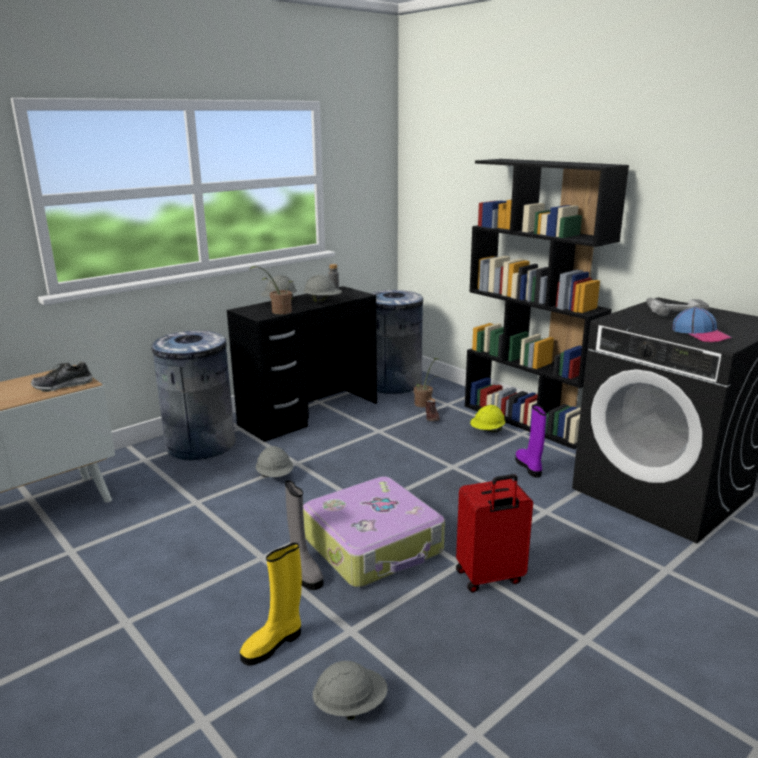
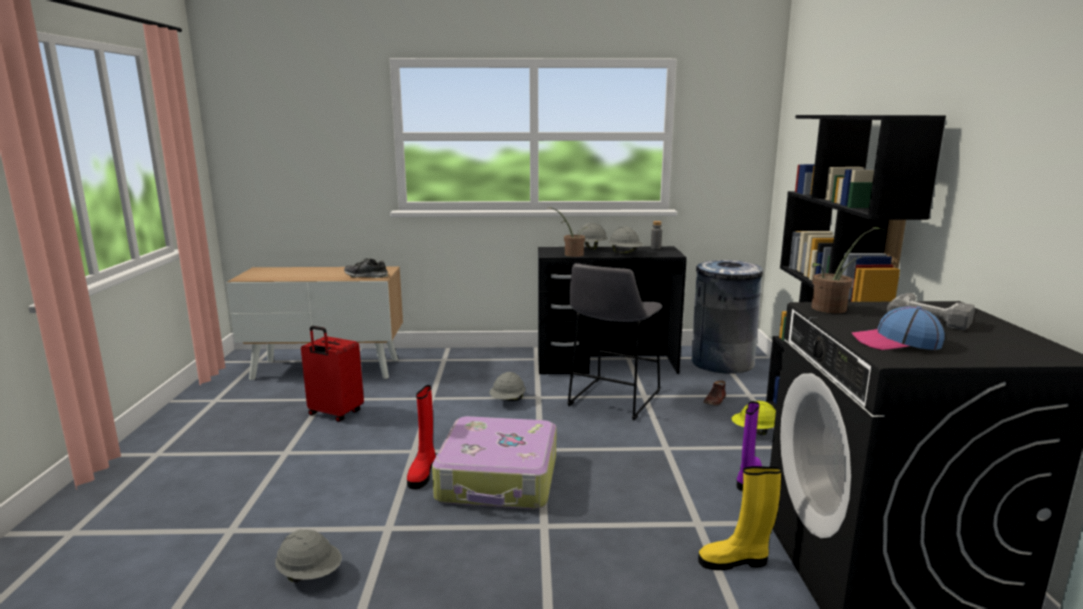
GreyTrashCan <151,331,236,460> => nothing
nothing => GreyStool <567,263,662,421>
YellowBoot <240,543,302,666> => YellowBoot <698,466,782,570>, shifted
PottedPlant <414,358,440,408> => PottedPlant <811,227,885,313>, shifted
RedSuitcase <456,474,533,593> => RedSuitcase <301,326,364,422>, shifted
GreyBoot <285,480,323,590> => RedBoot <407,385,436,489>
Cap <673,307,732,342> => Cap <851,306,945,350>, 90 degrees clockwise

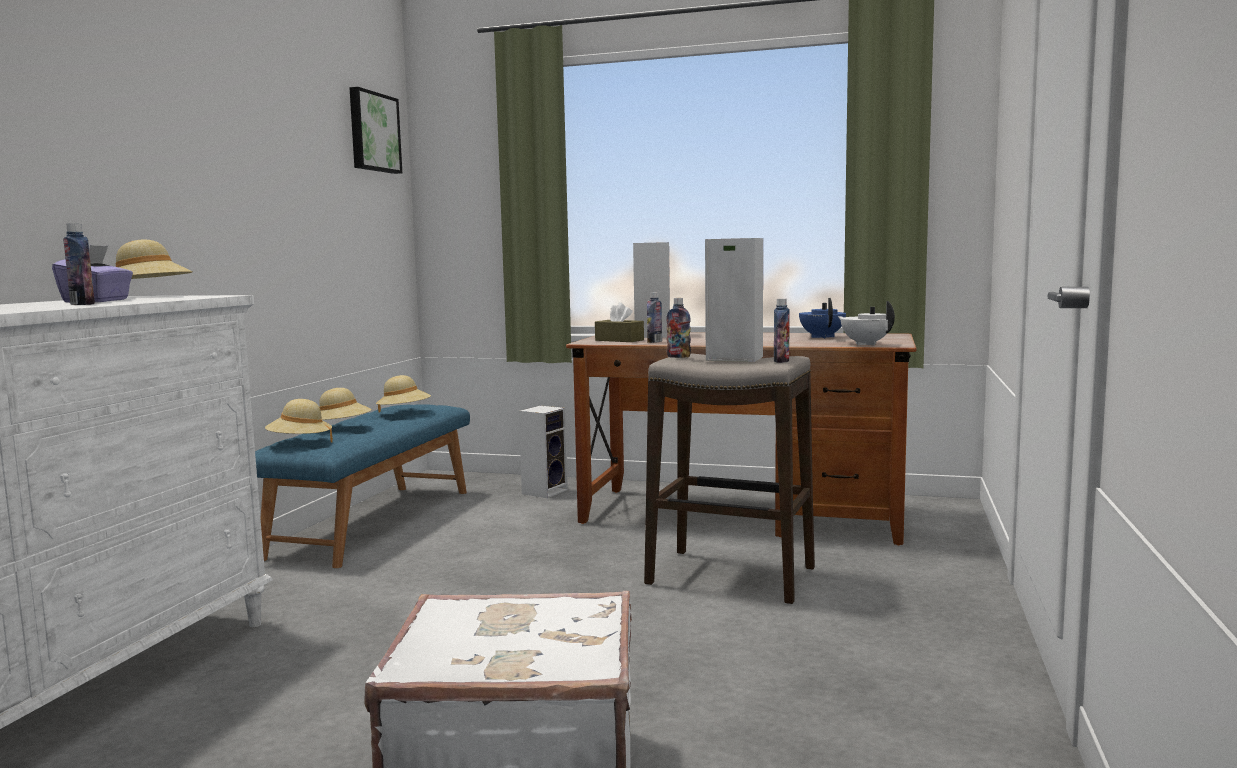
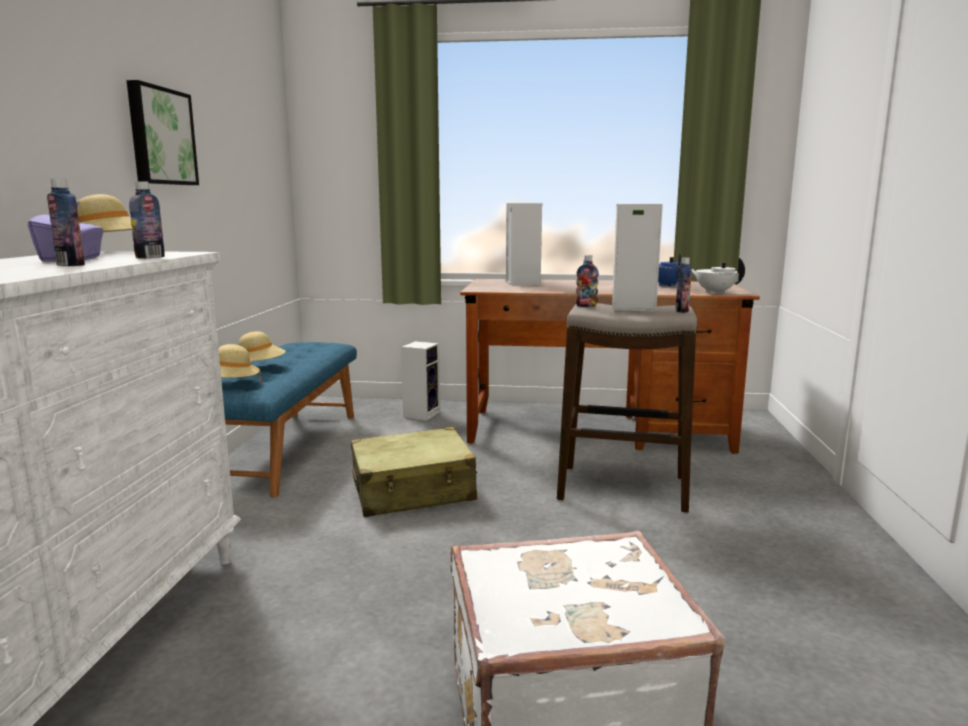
BeigeHat <376,375,431,413> => nothing
BrownTissueBox <595,302,644,342> => nothing
nothing => BeigeSuitcase <351,427,477,517>
Picture <349,87,402,174> => Picture <127,80,199,185>, shifted
Bottle <647,292,662,343> => Bottle <129,181,165,259>, shifted

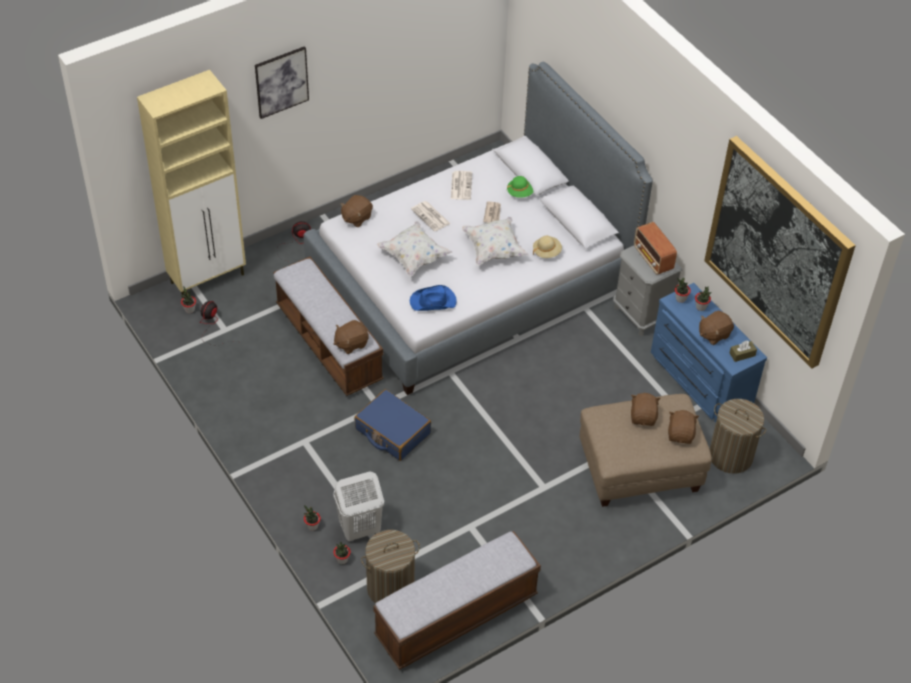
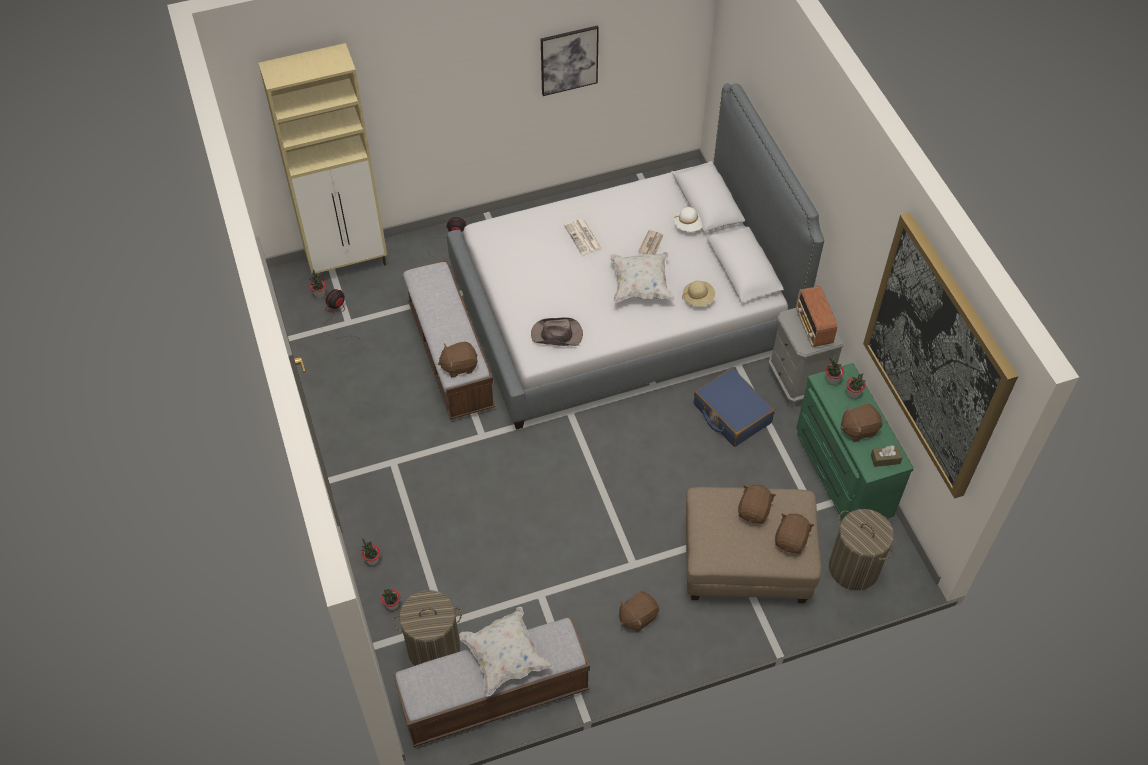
WhiteLaundryBasket <333,471,384,541> => nothing
Newspaper <451,171,472,200> => nothing
Picture <255,46,309,119> => Picture <541,25,599,96>, shifted
BrownPlushToy <340,195,373,227> => BrownPlushToy <619,591,659,633>, shifted
BlueSuitcase <354,389,431,461> => BlueSuitcase <694,368,775,447>, shifted
WhitePillow <377,221,452,277> => WhitePillow <459,607,553,696>, shifted
BlueHat <410,285,457,311> => BrownHat <531,317,583,346>
GreenHat <507,176,534,198> => WhiteHat <674,207,702,232>
BlueDresser <651,283,767,422> => GreenDresser <796,363,914,520>

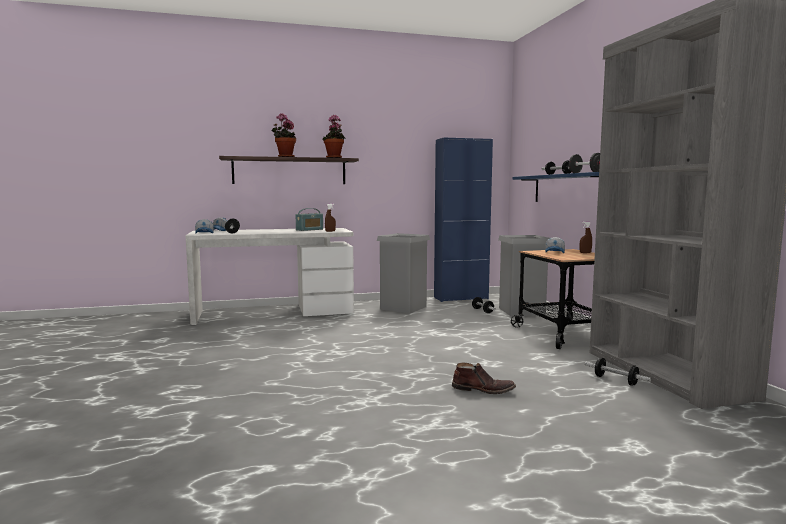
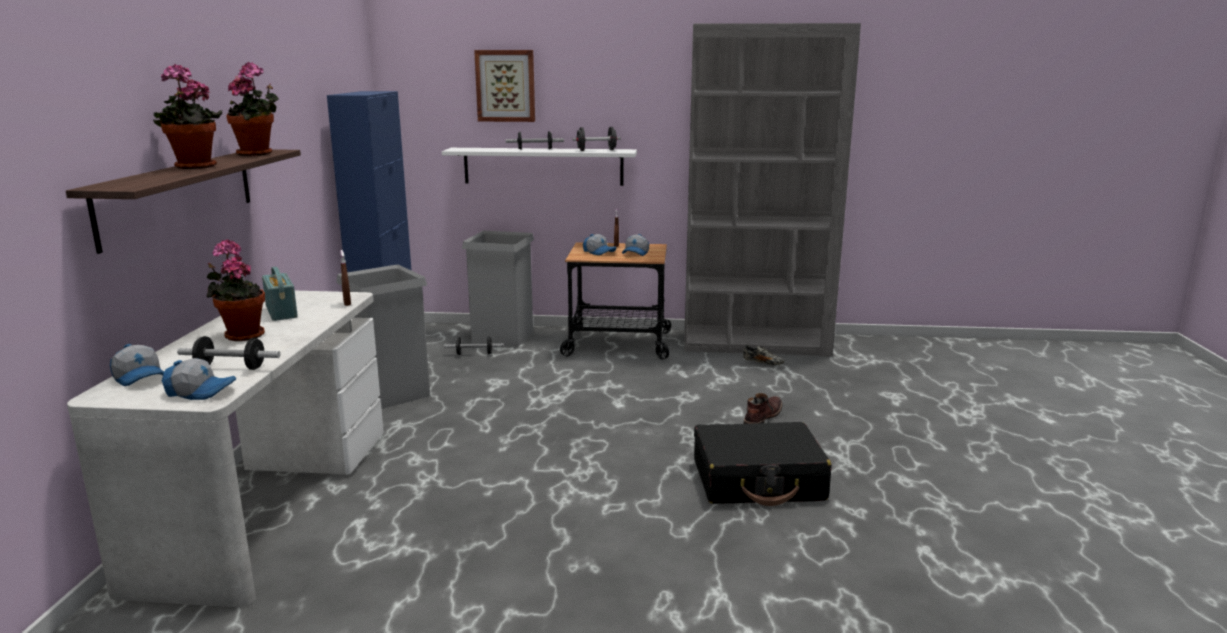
nothing => PottedPlant <207,239,265,341>
nothing => Picture <474,50,535,122>
nothing => Cap <622,234,649,256>
nothing => BlackSuitcase <694,422,832,506>
Dumbbell <585,358,651,386> => Shoe <743,345,784,365>
BlueShelf <512,172,599,202> => WhiteShelf <442,148,637,186>

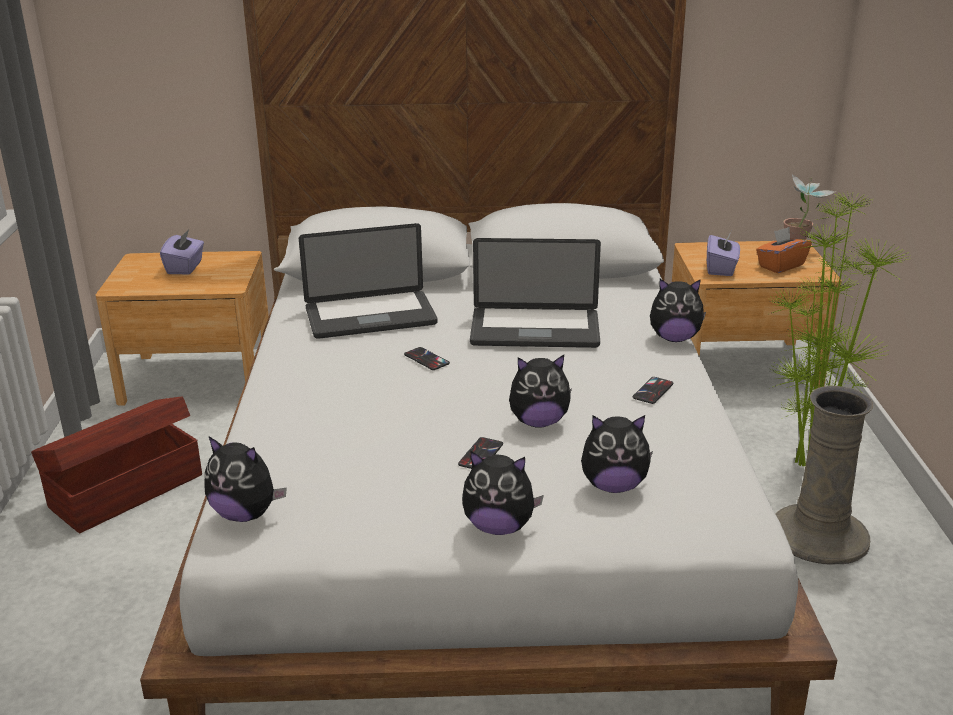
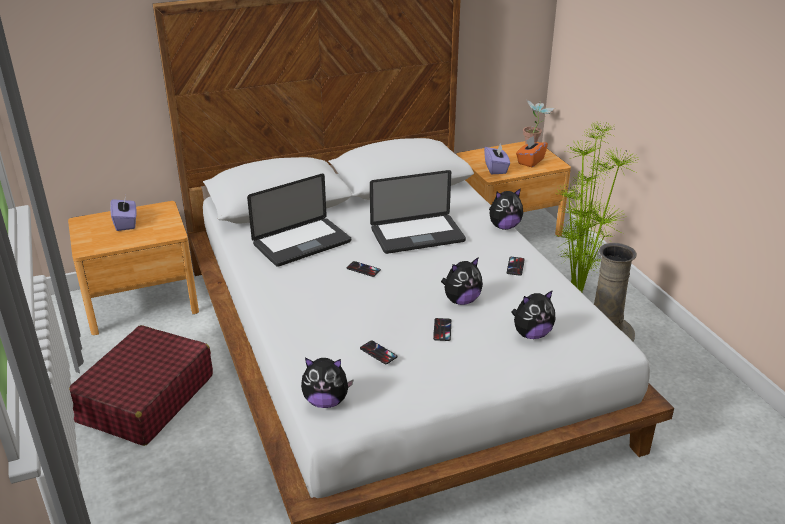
PlushToy <462,451,544,535> => nothing
nothing => Phone <360,340,398,364>
BrownStorageBox <31,396,202,533> => RedSuitcase <69,325,213,446>

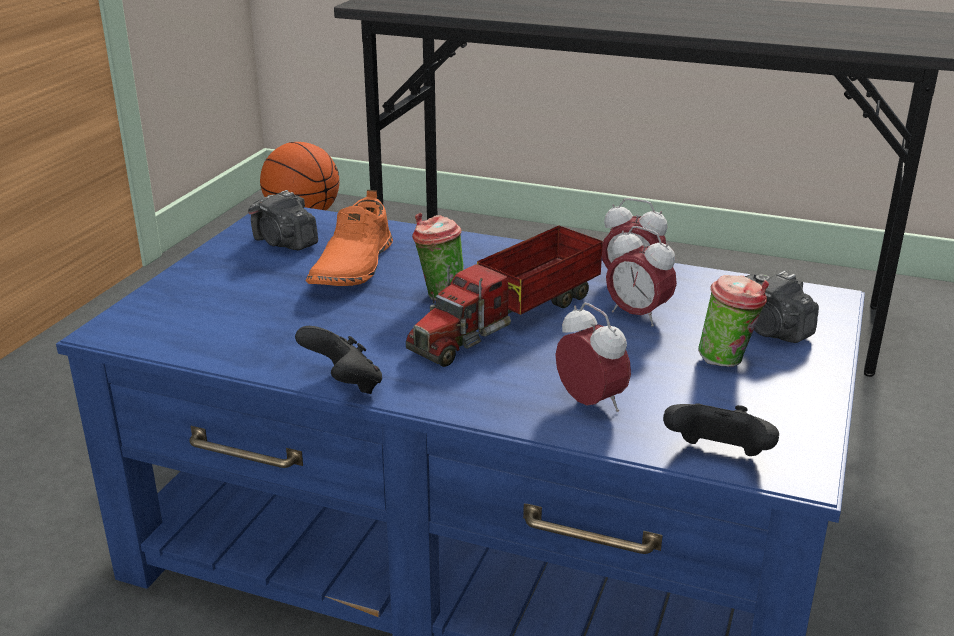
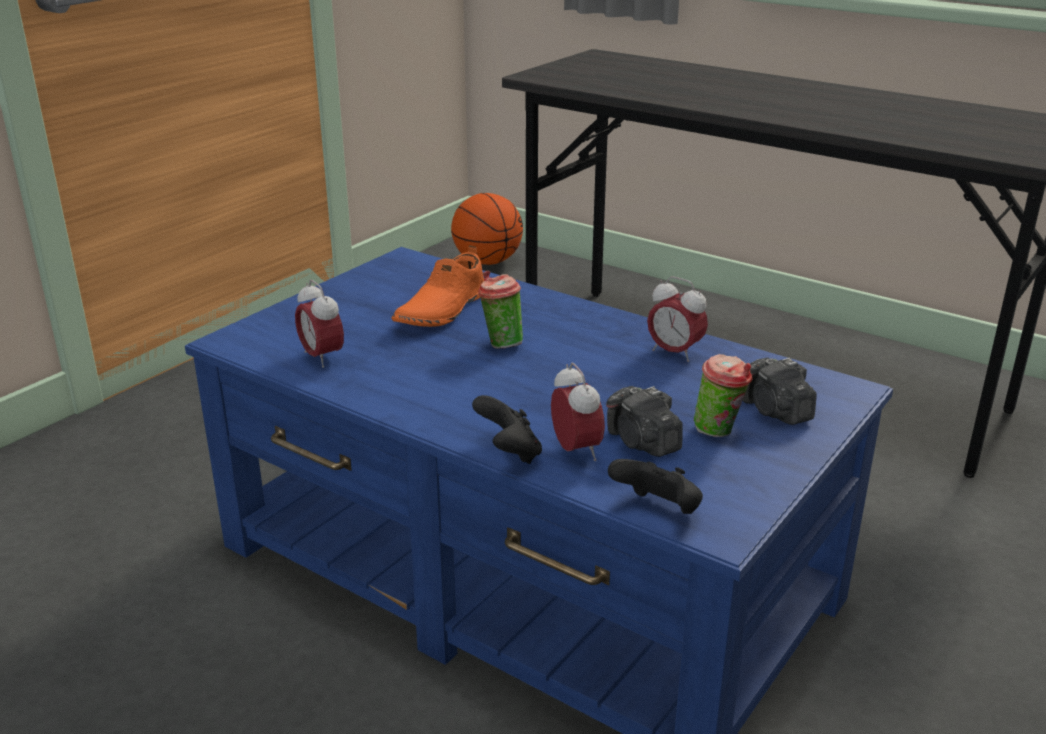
ToyTruck <406,226,603,367> => nothing
PhotoCamera <248,190,318,250> => PhotoCamera <606,386,683,457>, shifted
BlackGameController <295,326,382,394> => BlackGameController <472,395,542,464>, shifted
AlarmClock <606,226,677,327> => AlarmClock <295,280,344,368>, shifted

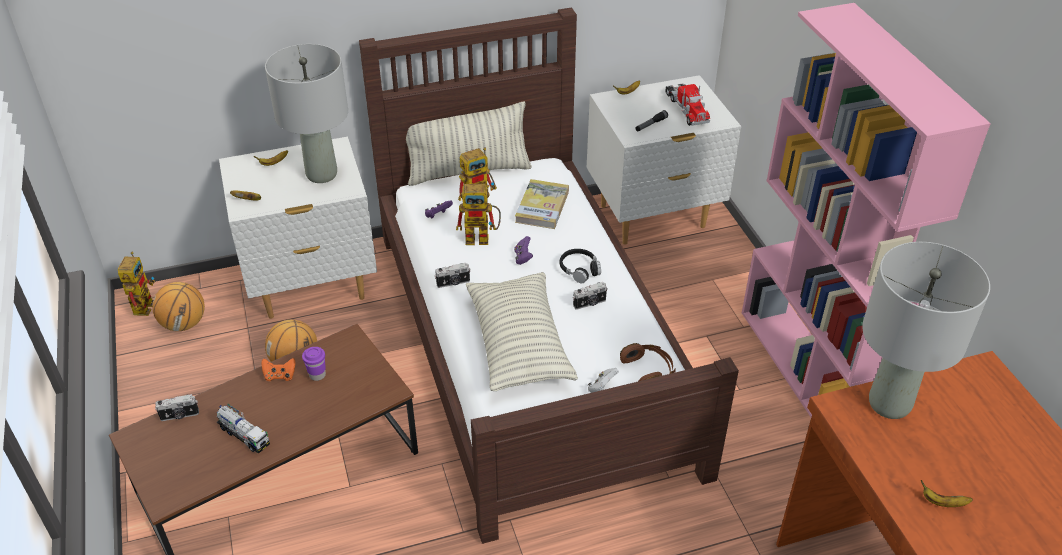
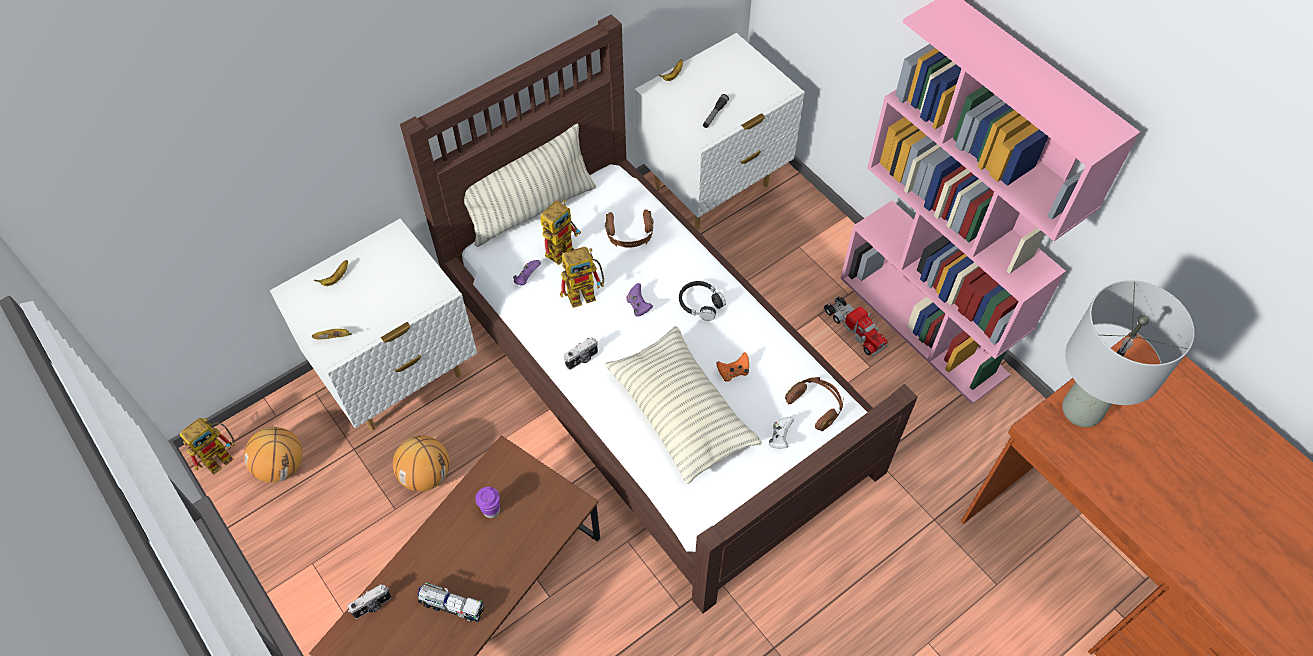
GreyTableLamp <265,44,348,183> => nothing
PhotoCamera <573,282,608,310> => nothing
Banana <921,480,973,507> => nothing
OrangeGameController <261,358,295,381> => OrangeGameController <716,352,749,382>, shifted
ToyTruck <665,83,710,126> => ToyTruck <824,296,888,357>, shifted
Book <515,179,569,229> => BrownHeadphones <605,209,653,248>
ToyRobot <118,252,155,316> => ToyRobot <180,418,235,475>, 60 degrees clockwise

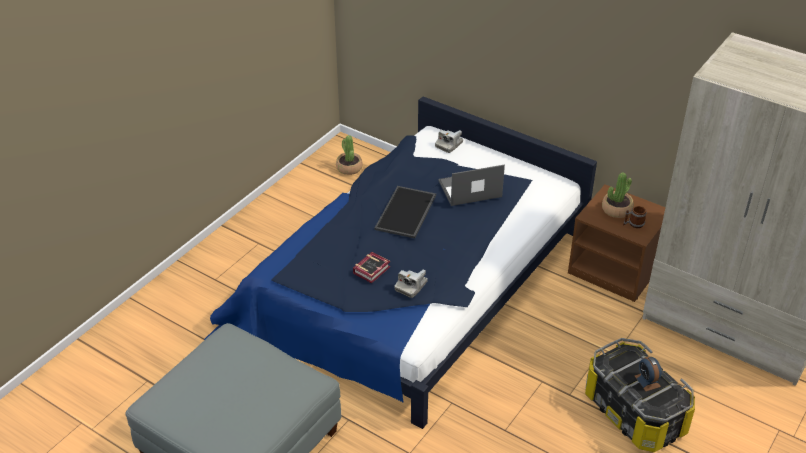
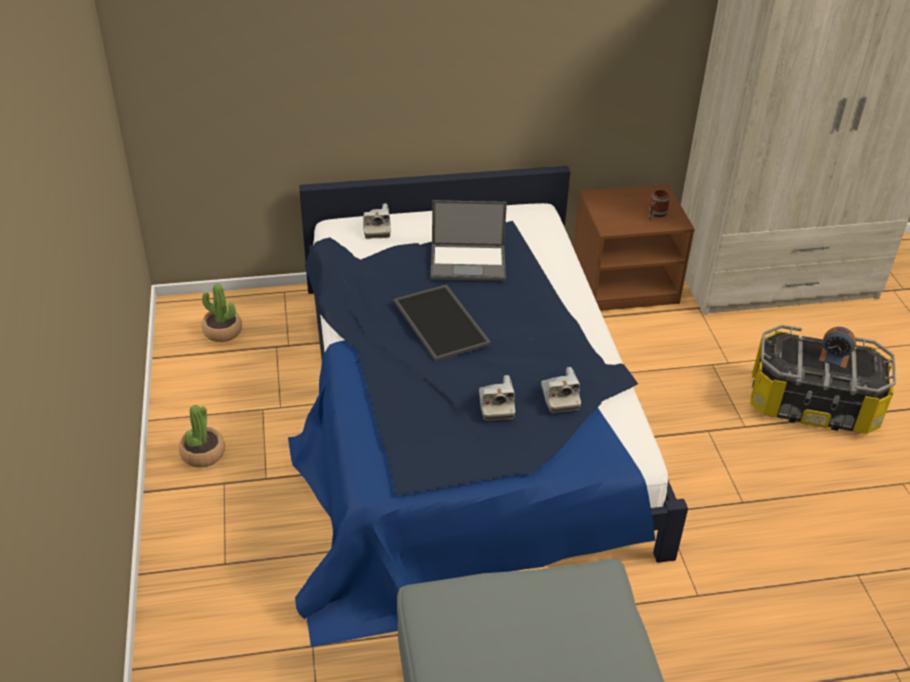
PottedPlant <602,172,634,218> => PottedPlant <179,405,225,468>, shifted
Book <353,252,390,283> => PhotoCamera <479,375,515,421>
Laptop <439,164,505,206> => Laptop <431,200,507,281>, 120 degrees counterclockwise

